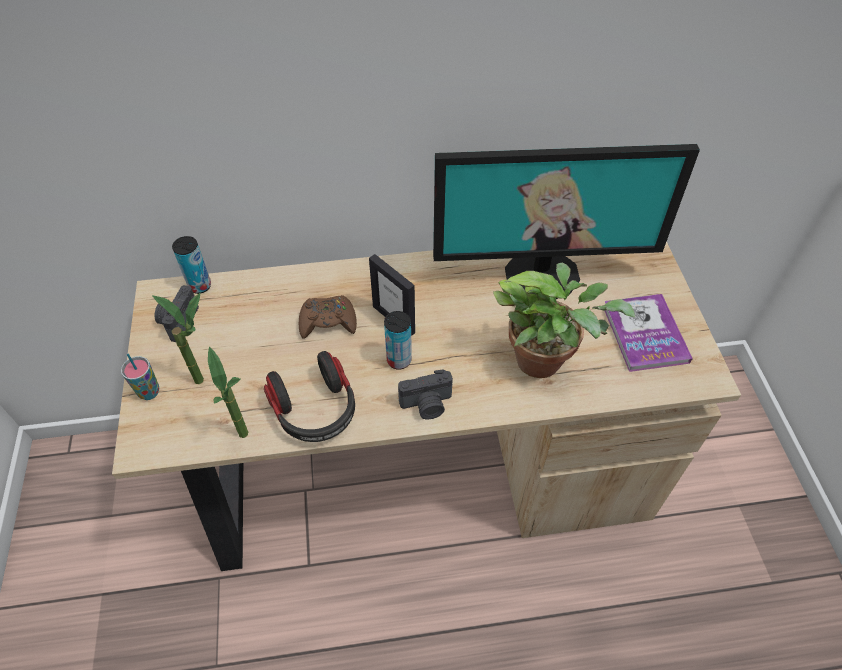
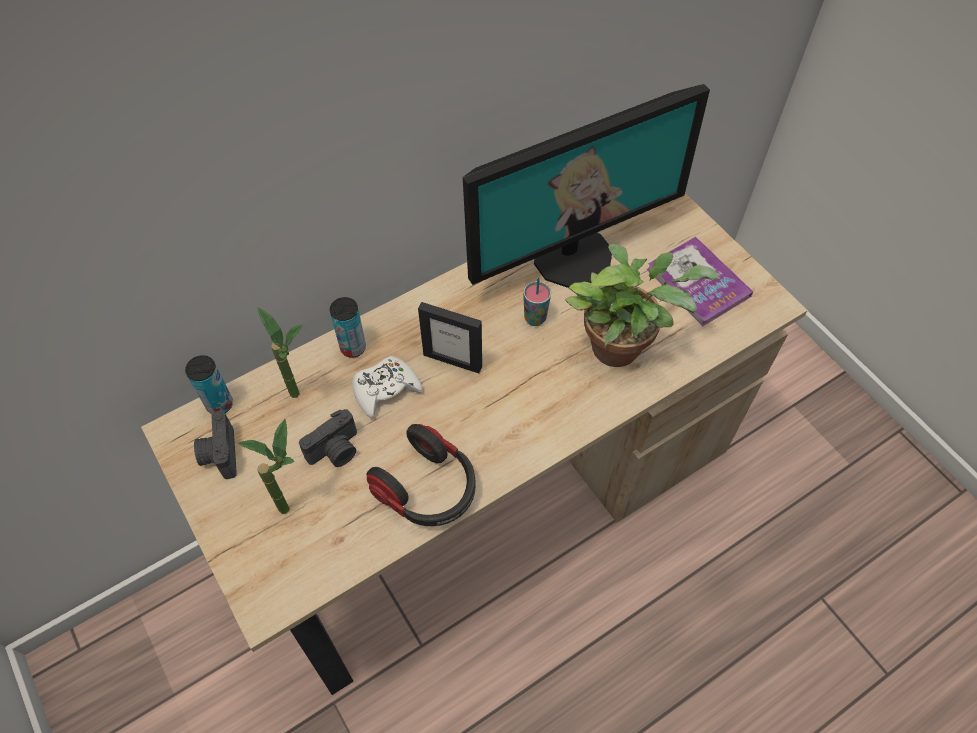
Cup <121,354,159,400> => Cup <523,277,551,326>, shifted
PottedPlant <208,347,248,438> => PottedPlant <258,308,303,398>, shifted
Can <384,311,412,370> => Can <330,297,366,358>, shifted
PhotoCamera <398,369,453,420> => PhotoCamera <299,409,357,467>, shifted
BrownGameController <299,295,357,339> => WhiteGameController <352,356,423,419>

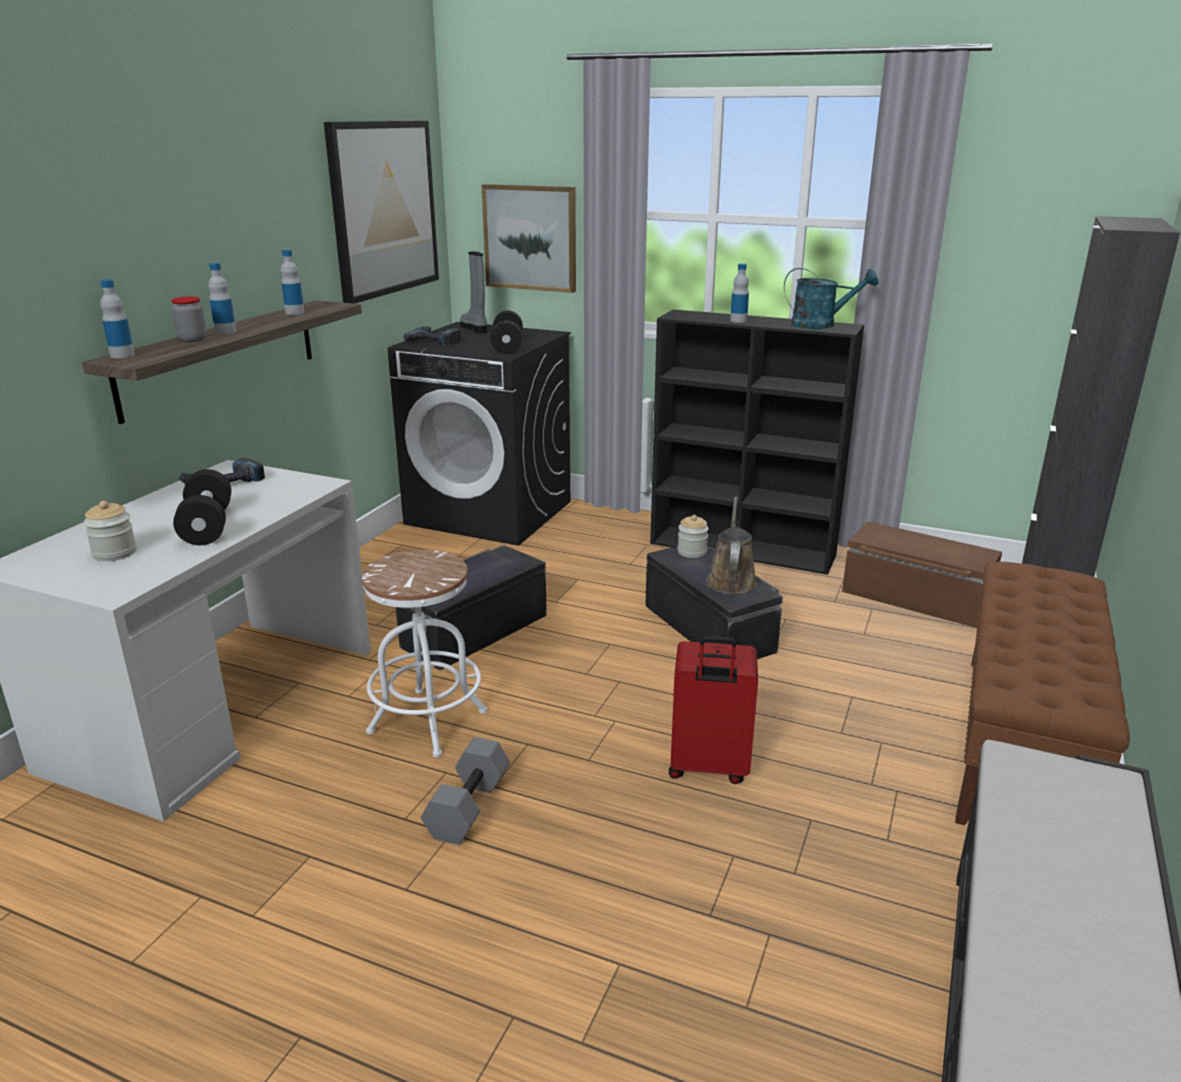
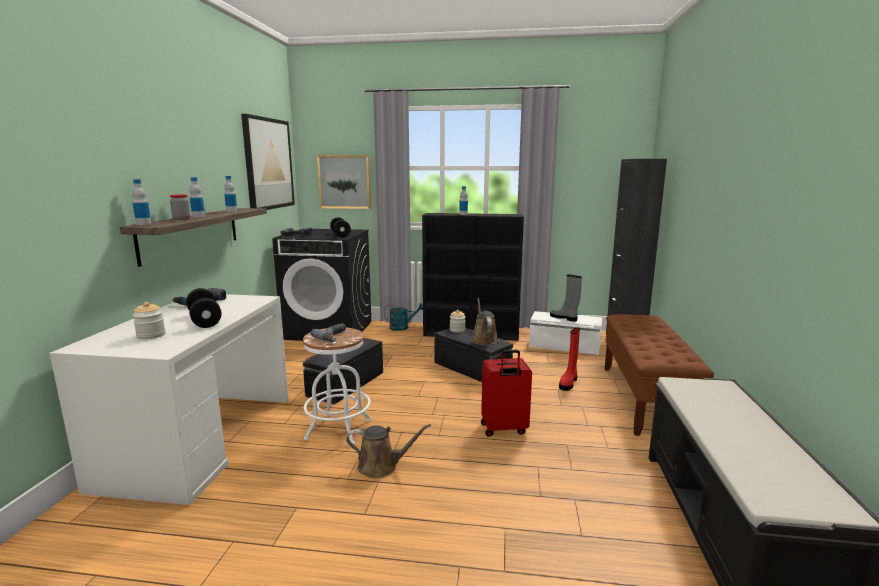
nothing => PowerDrill <311,323,346,342>
nothing => RedBoot <559,327,580,391>
GreyBoot <460,252,488,333> => GreyBoot <550,274,582,322>, shifted
TurquoiseWateringCan <784,268,879,329> => TurquoiseWateringCan <384,303,423,331>, shifted
GreyDumbbell <421,737,510,845> => BrownWateringCan <346,424,431,478>
BrownStorageBox <842,521,1002,628> => WhiteStorageBox <529,311,602,355>

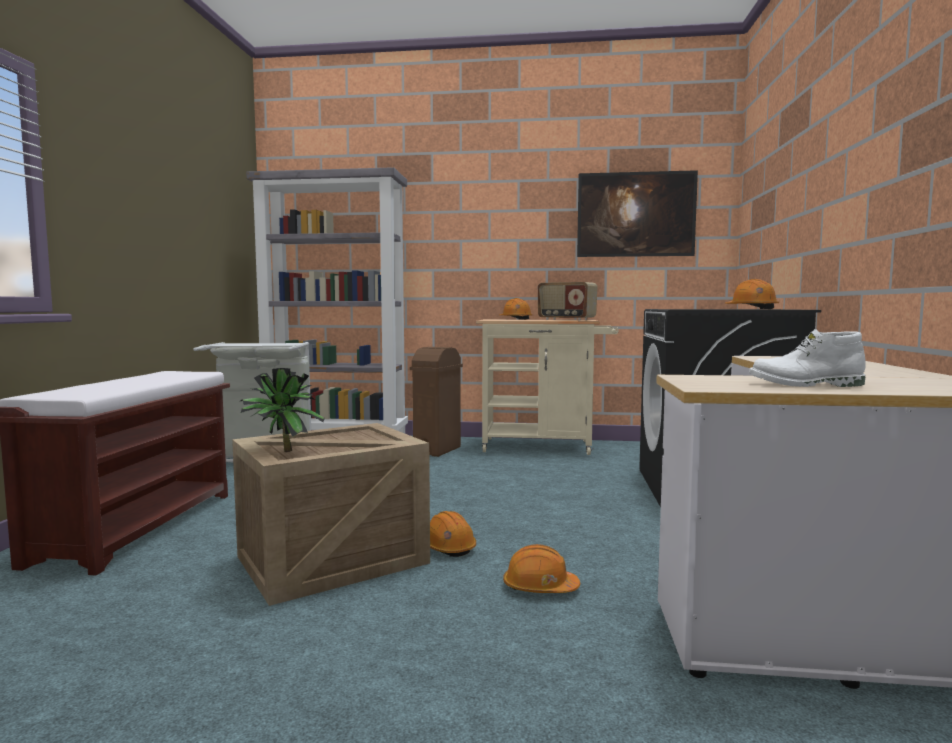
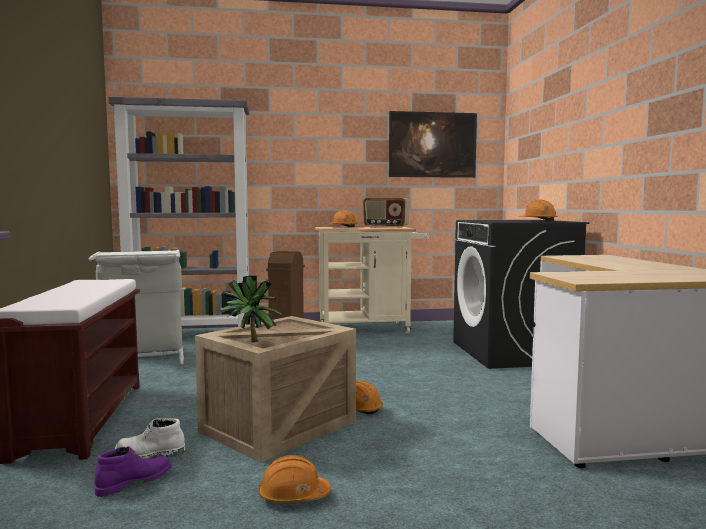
nothing => PurpleBoot <94,446,172,497>
OrangeHardHat <503,544,580,593> => OrangeHardHat <258,455,331,503>, shifted
WhiteBoot <749,329,866,387> => WhiteBoot <115,418,185,459>, shifted

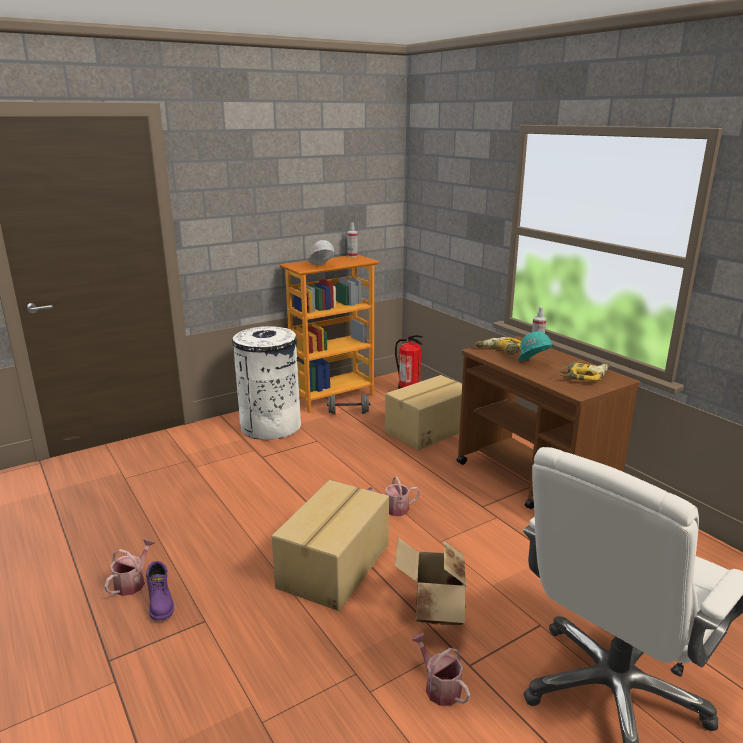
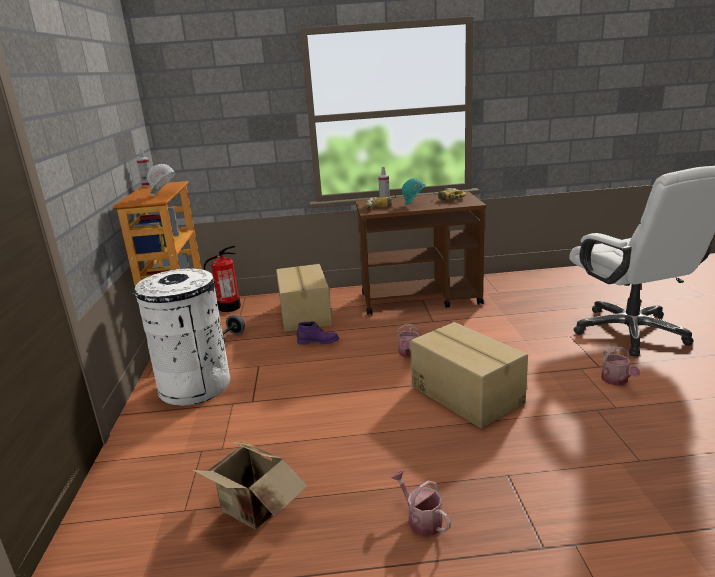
PurpleBoot <146,561,174,621> => PurpleBoot <297,321,339,345>, shifted
CardboardBox <395,538,466,625> => CardboardBox <192,441,307,530>, shifted
WateringCan <411,633,470,706> => WateringCan <601,347,640,386>, 90 degrees counterclockwise

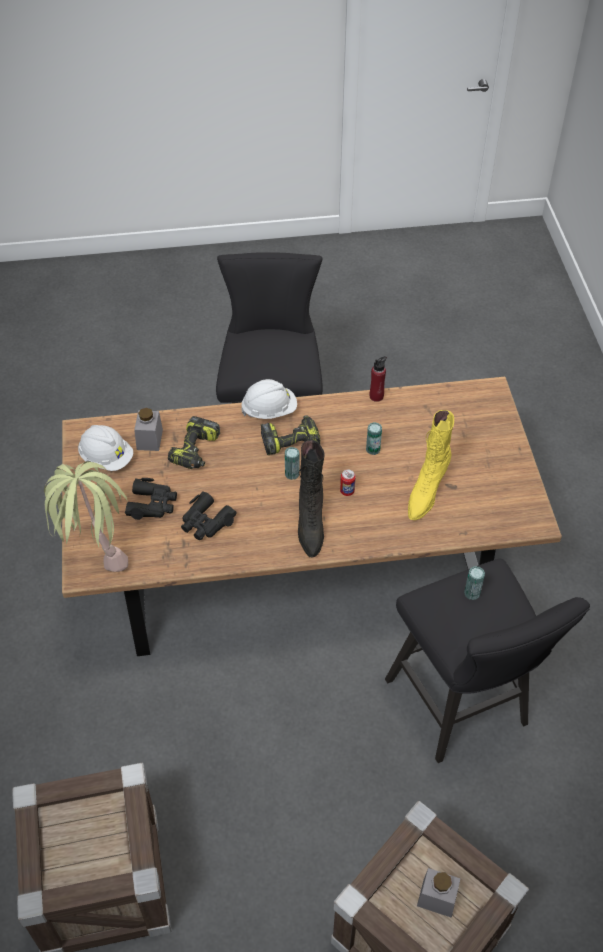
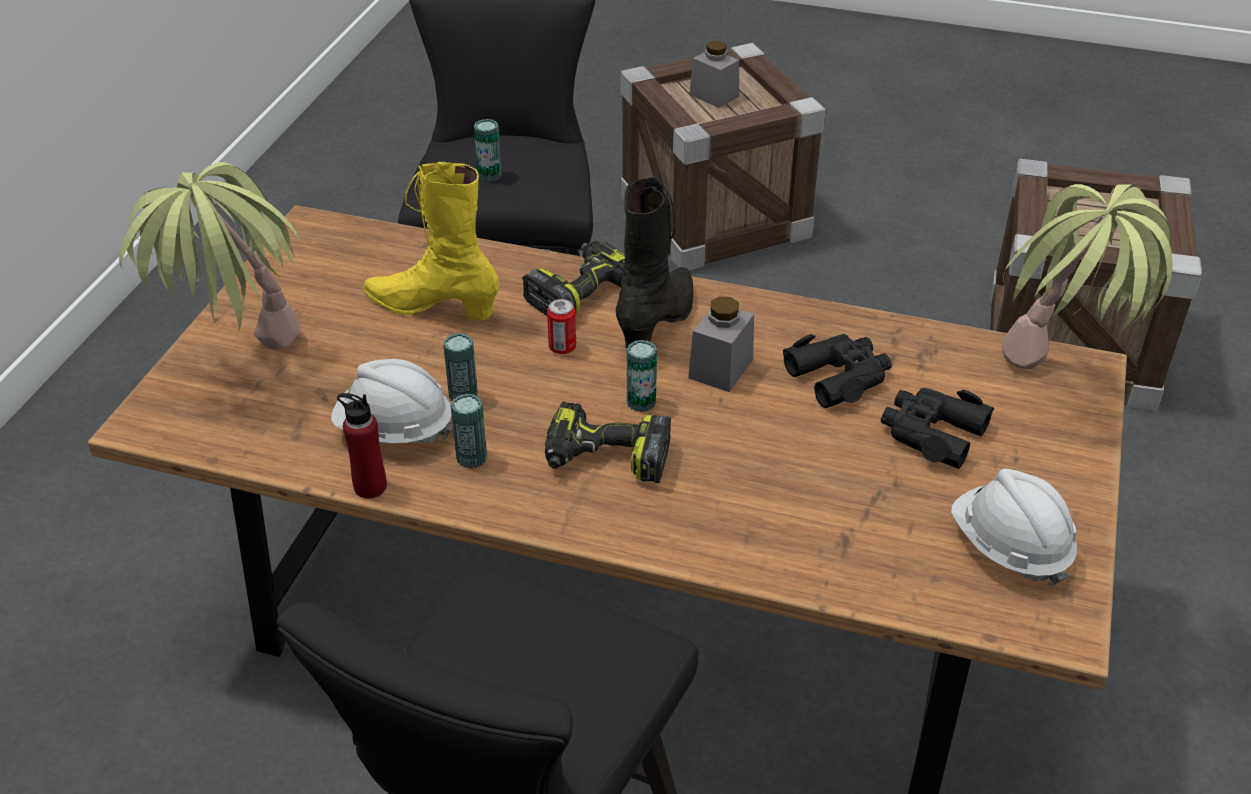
nothing => PottedPlant <119,162,301,350>
nothing => Can <451,394,487,468>
GreyJar <134,408,163,451> => GreyJar <688,296,754,392>, shifted
PowerDrill <168,416,220,469> => PowerDrill <522,241,625,316>, shifted
WhiteHardHat <241,379,297,419> => WhiteHardHat <331,359,453,443>, shifted
YellowBoot <408,410,454,520> => YellowBoot <363,162,500,321>, 120 degrees counterclockwise

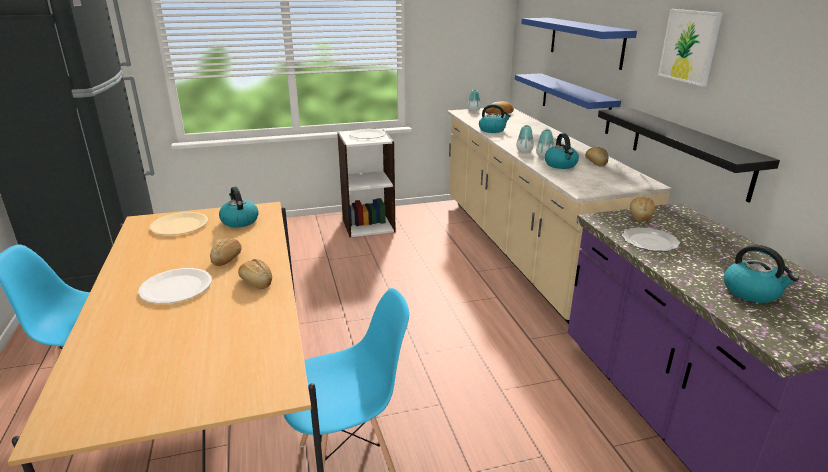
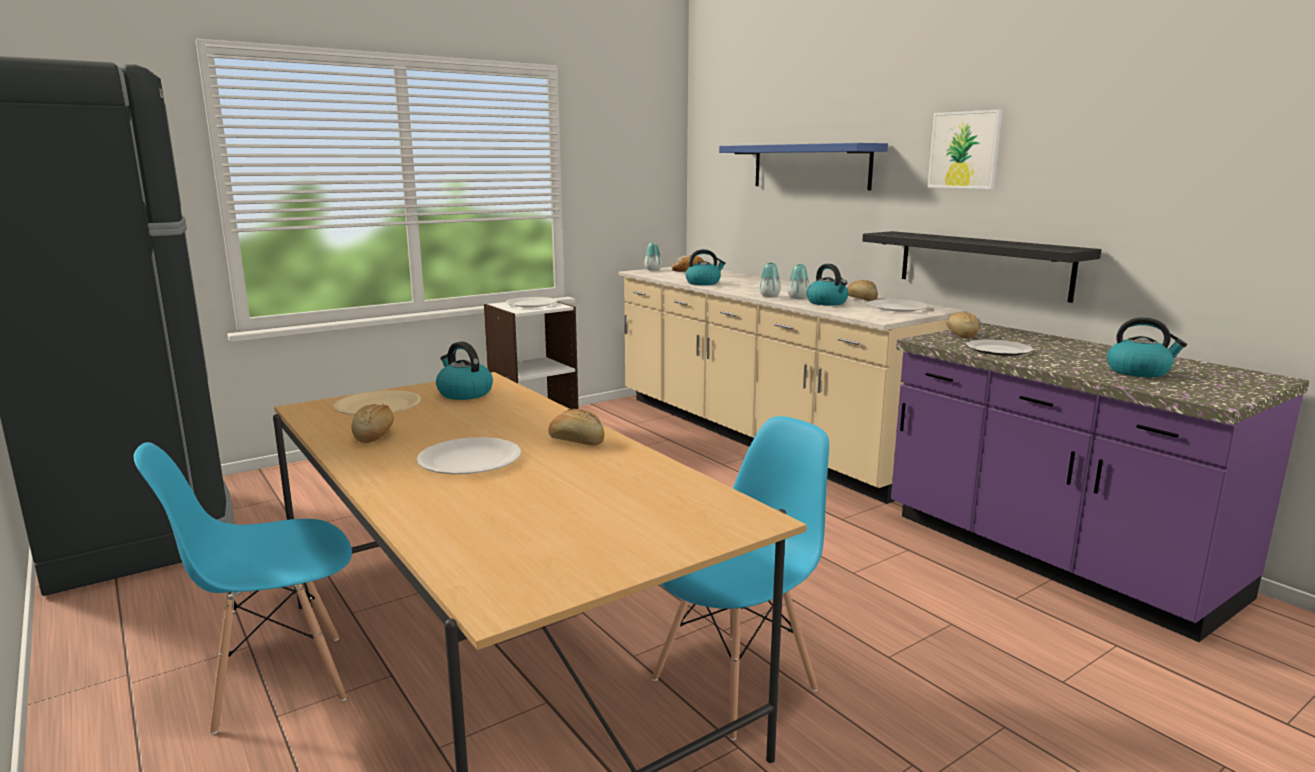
BlueShelf <515,73,621,134> => nothing
nothing => WhitePlate <867,299,930,312>
Bread <210,238,242,266> => Bread <351,404,394,443>, shifted

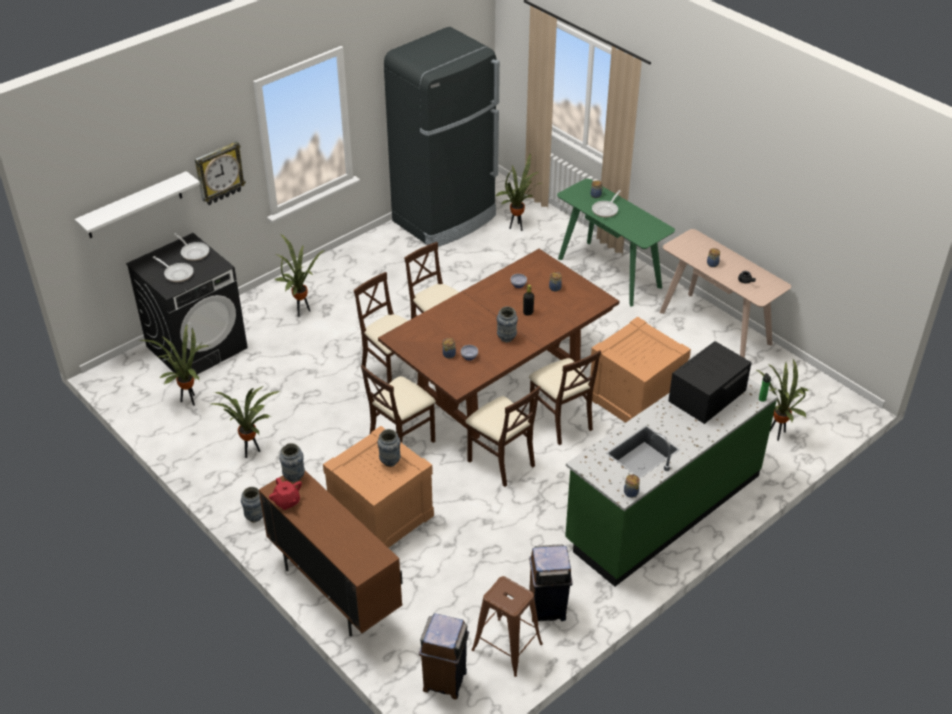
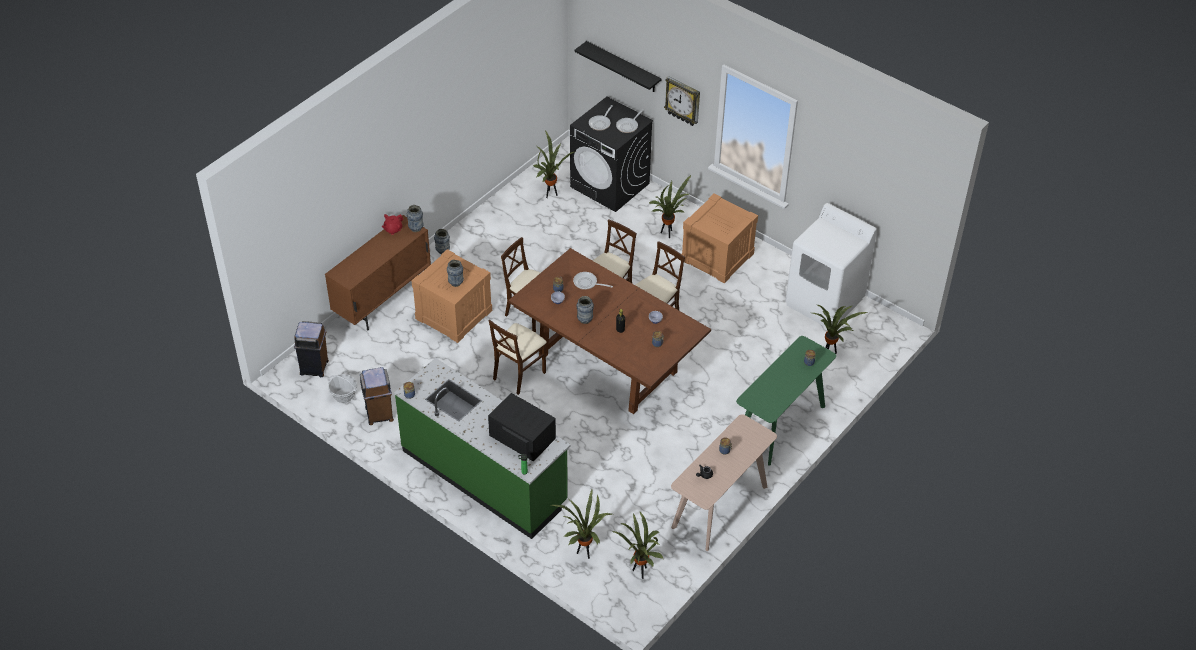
BeigeChair <529,350,601,445> => nothing
PottedPlant <211,386,280,458> => PottedPlant <611,512,663,579>, shifted
Crate <590,317,691,423> => Crate <682,193,758,283>, shifted
FryingPan <592,190,621,217> => FryingPan <573,272,613,290>, shifted
BlackFridge <384,27,500,247> => WhiteWashingMachine <785,203,877,327>
BrownStool <472,576,543,677> => Basket <328,374,357,403>
WhiteShelf <75,171,200,238> => BlackShelf <575,41,661,92>

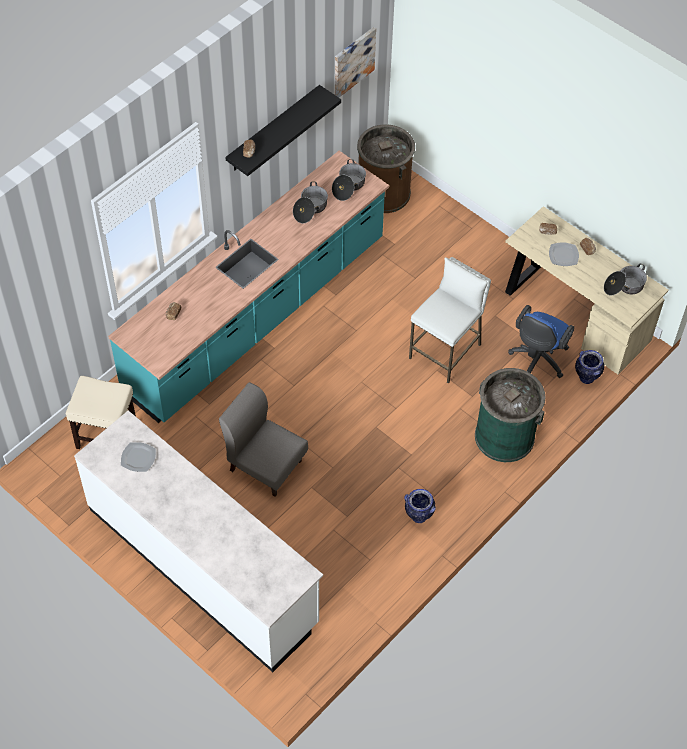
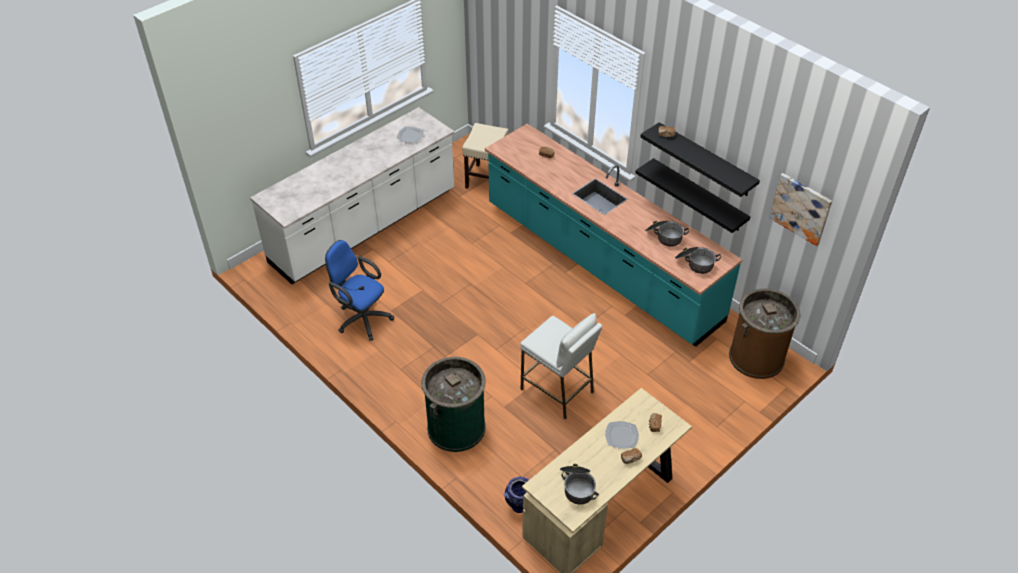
GreyChair <219,382,308,497> => nothing
Vase <404,489,436,523> => nothing
nothing => BlackShelf <636,158,750,233>
BlueOfficeChair <508,305,574,378> => BlueOfficeChair <325,240,394,341>, shifted

